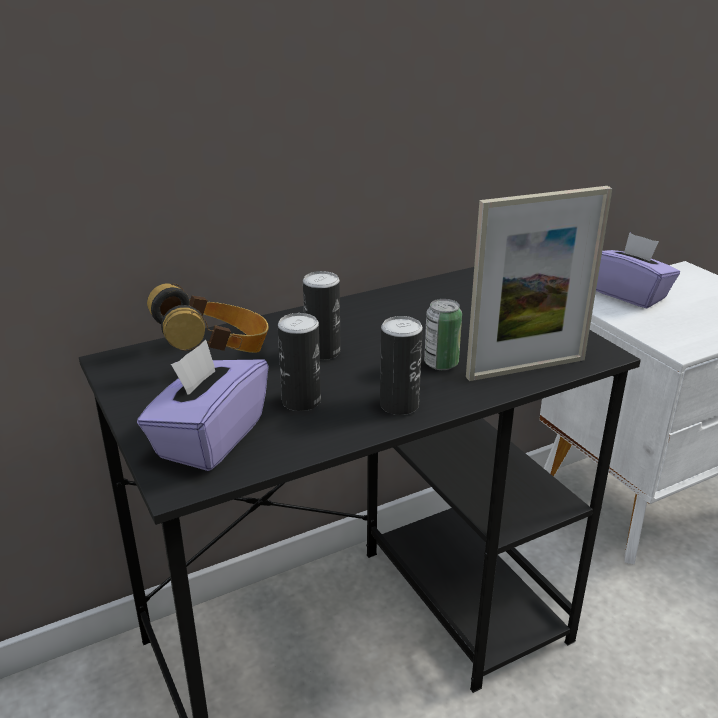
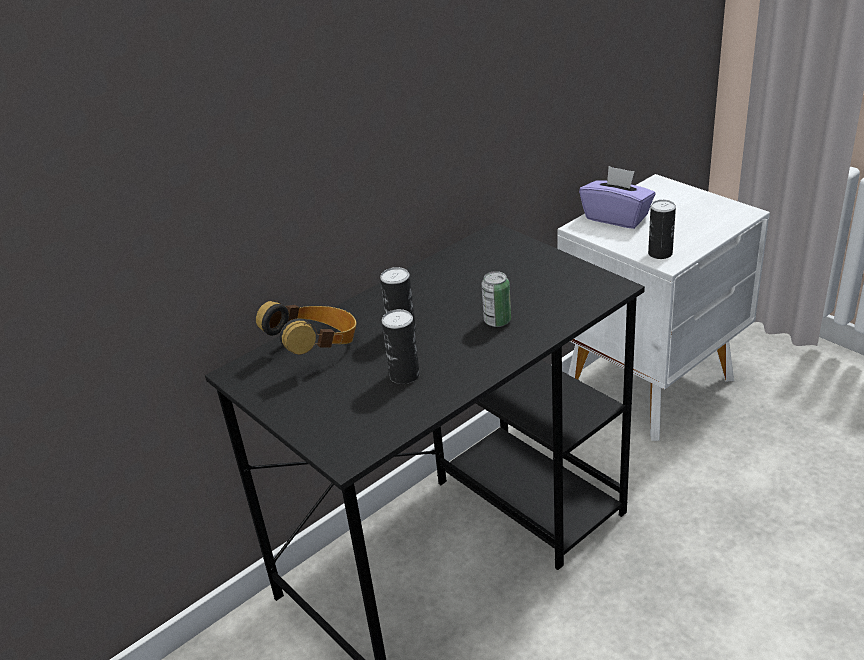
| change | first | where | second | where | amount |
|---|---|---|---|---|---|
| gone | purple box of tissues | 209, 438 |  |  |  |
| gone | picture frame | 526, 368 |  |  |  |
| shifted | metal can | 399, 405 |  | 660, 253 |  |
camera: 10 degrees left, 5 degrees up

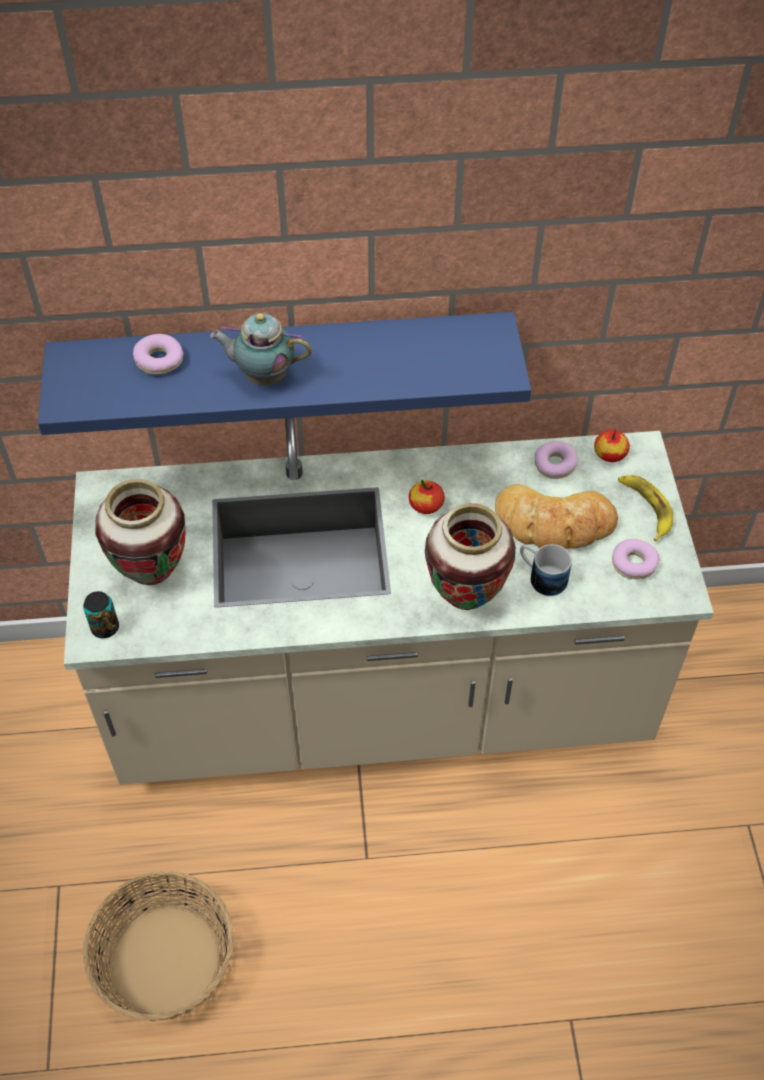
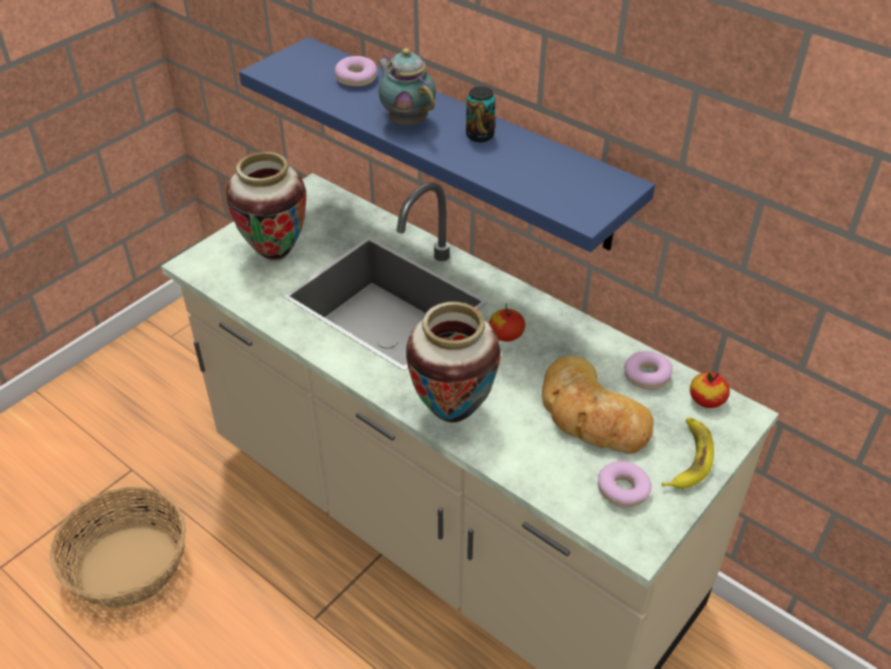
| change | first | where | second | where | amount |
|---|---|---|---|---|---|
| gone | coffee mug | 541, 577 |  |  |  |
| shifted | metal can | 105, 627 |  | 480, 135 |  |
camera: 45 degrees right, 10 degrees down

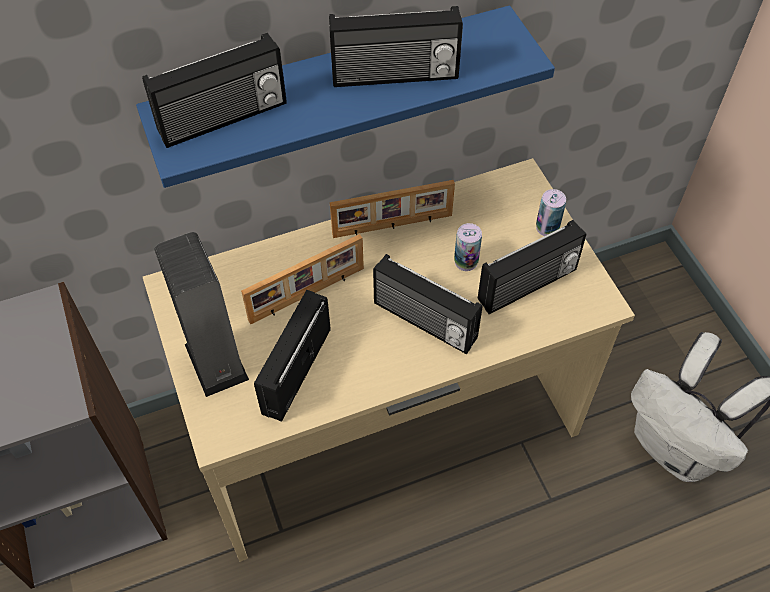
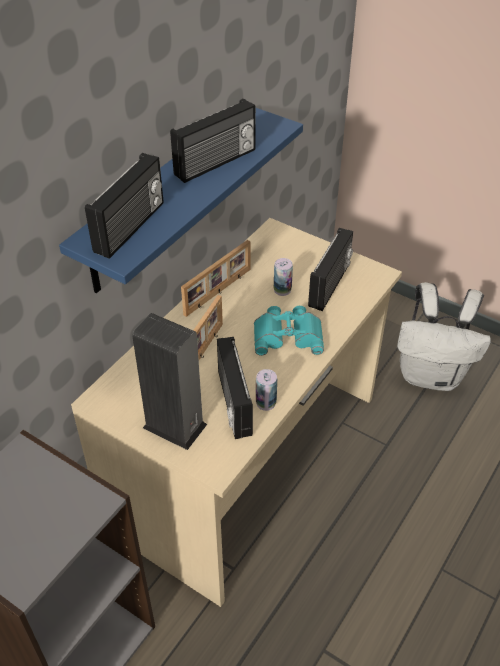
| change | first | where | second | where | amount |
|---|---|---|---|---|---|
| shifted | metal can | 547, 228 |  | 266, 403 |  |
| swapped | radio set | 423, 322 | blue-green pair of binoculars | 288, 335 |  |
camera: 35 degrees left, 10 degrees down

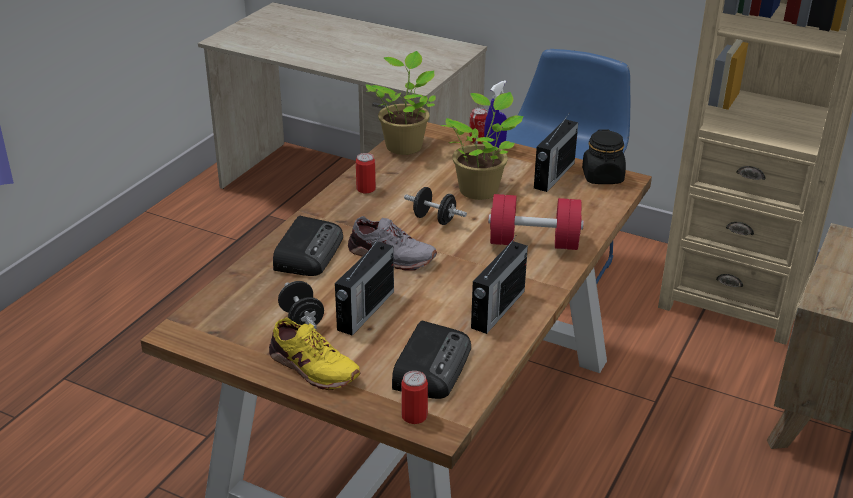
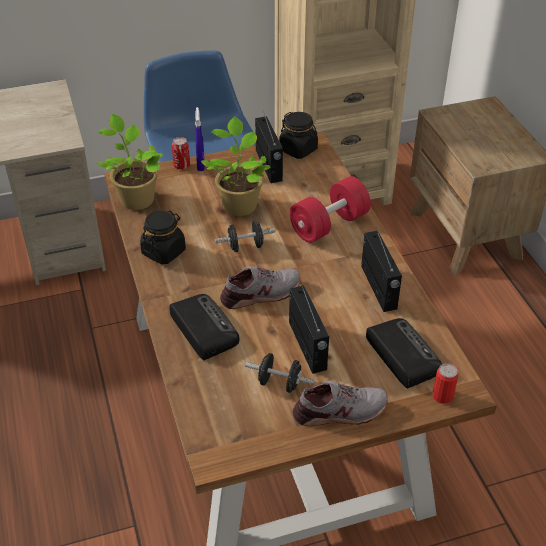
| change | first | where | second | where | amount |
|---|---|---|---|---|---|
| swapped | metal can | 366, 189 | black storage jar | 164, 251 |  |
| repainted | yellowish item of footwear | 312, 368 | greyish item of footwear | 340, 412 |  |
camera: 45 degrees left, 10 degrees up

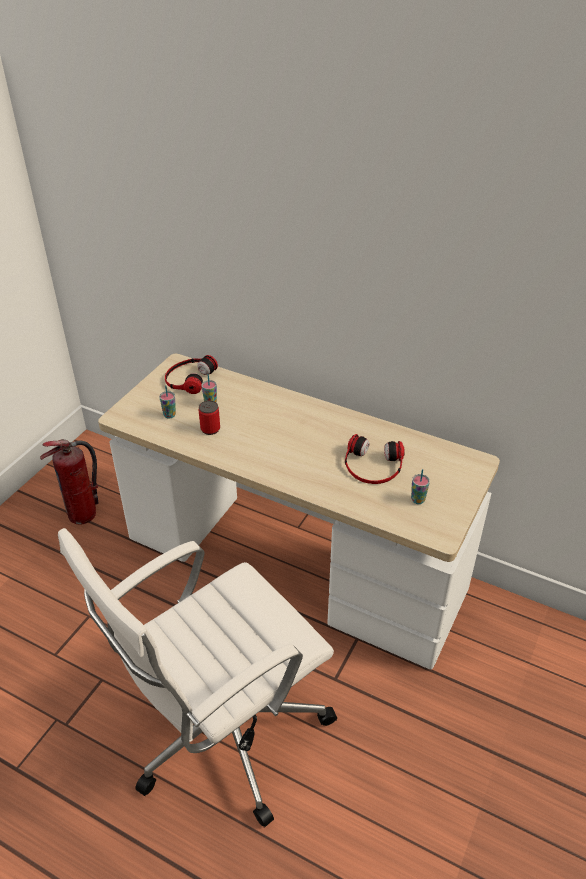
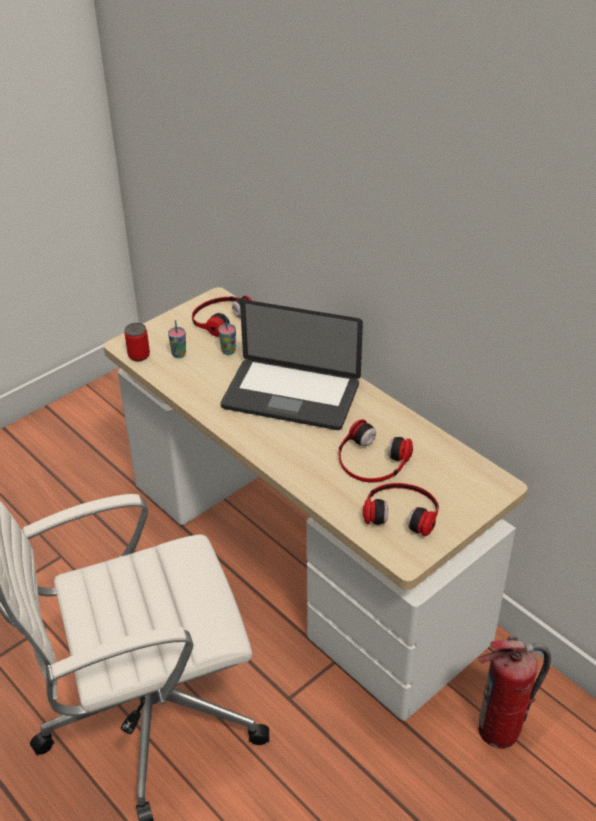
| change | first | where | second | where | amount |
|---|---|---|---|---|---|
| new |  |  | portable computer | 291, 396 |  |
| shifted | extinguisher | 83, 514 |  | 499, 731 |  |
| shifted | metal can | 210, 429 |  | 139, 355 |  |
| swapped | small cup | 417, 500 | headset | 401, 511 |  |
camera: 20 degrees right, 0 degrees up

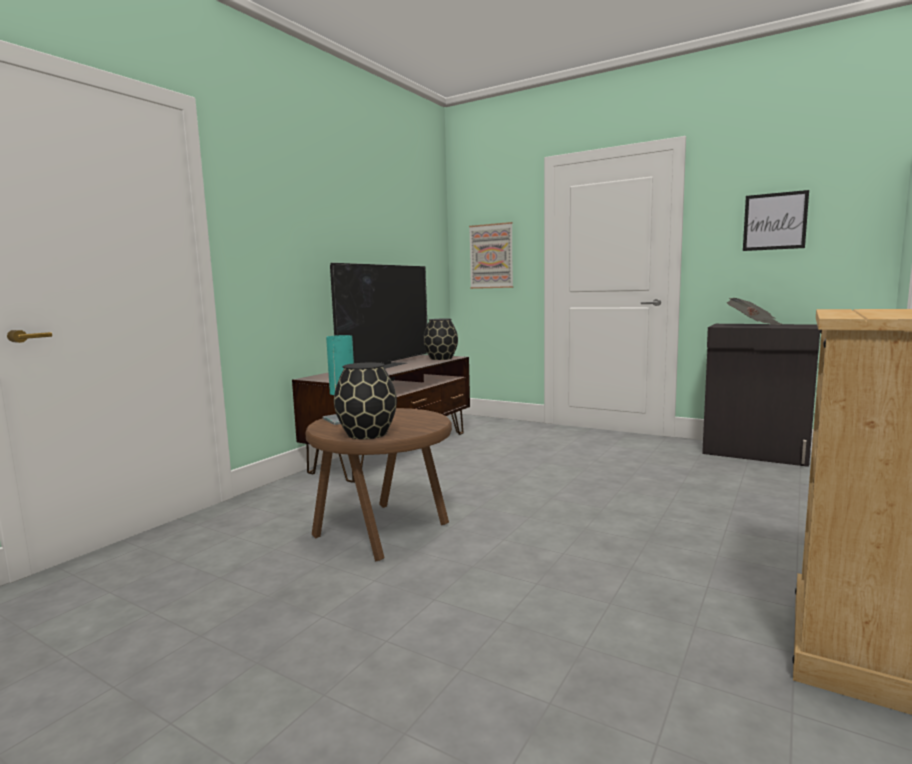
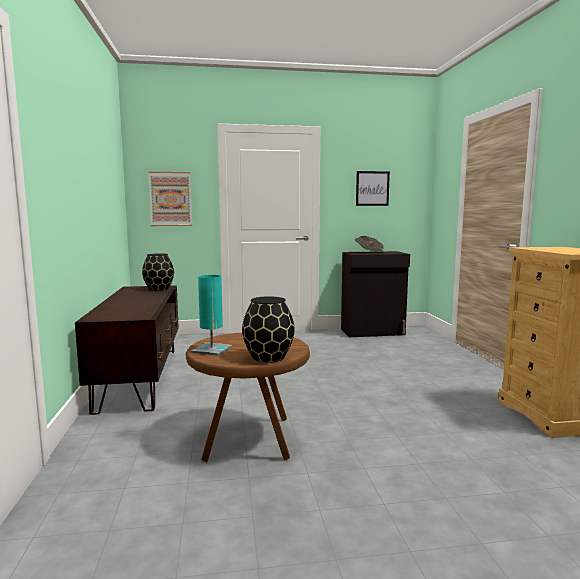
| change | first | where | second | where | amount |
|---|---|---|---|---|---|
| gone | TV set | 387, 365 |  |  |  |
camera: 40 degrees left, 0 degrees up

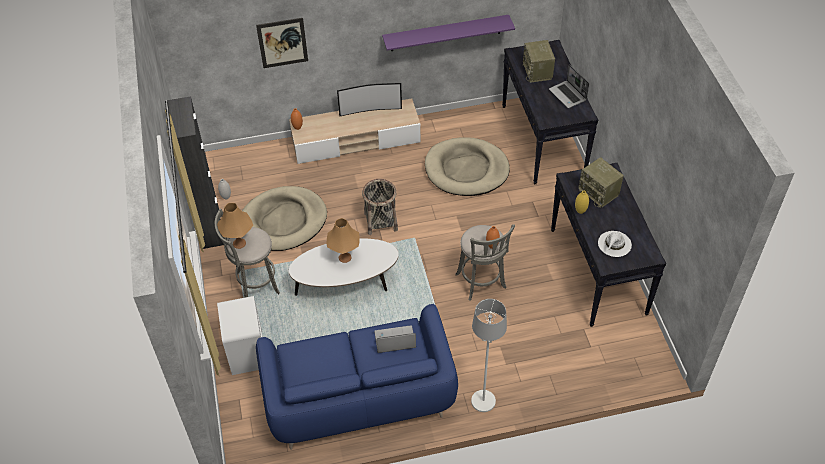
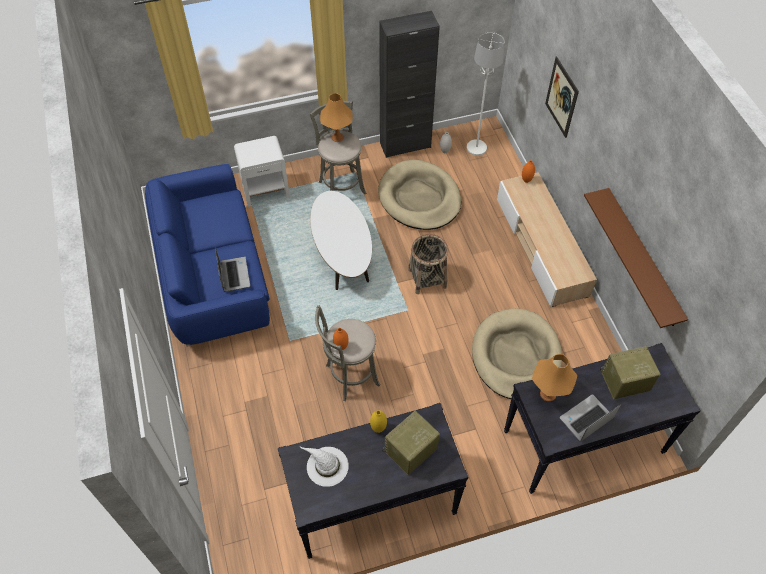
| change | first | where | second | where | amount |
|---|---|---|---|---|---|
| gone | TV set | 370, 110 |  |  |  |
| shifted | orangey lamp for a table | 345, 257 |  | 548, 394 |  |
| shifted | white-coloured standing lamp | 483, 401 |  | 476, 148 |  |
| repainted | purple shelf | 446, 33 | brownish shelf | 642, 258 |  |
camera: 85 degrees right, 5 degrees up

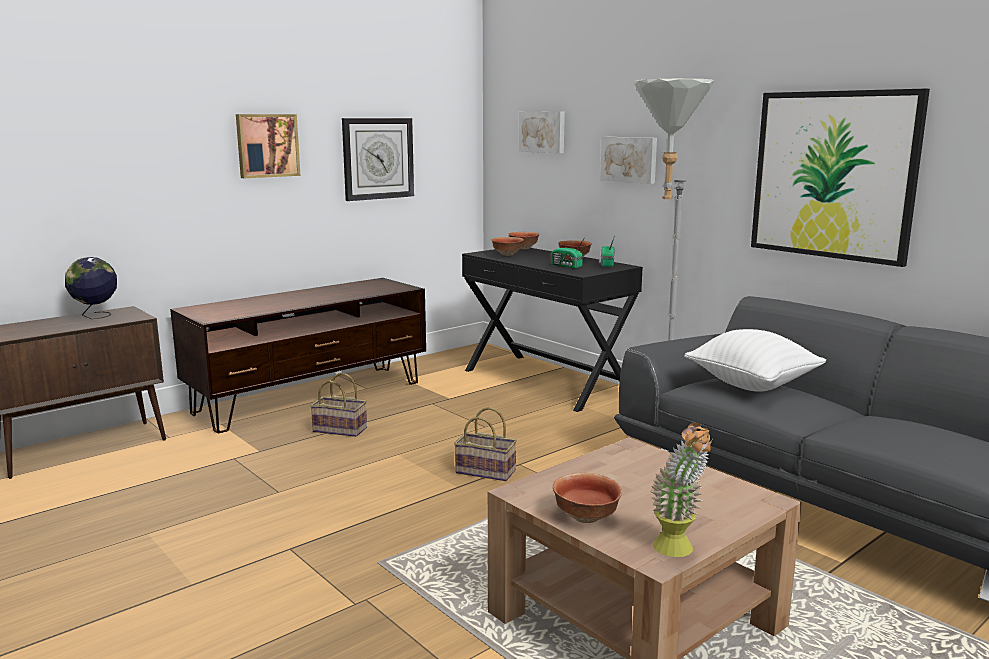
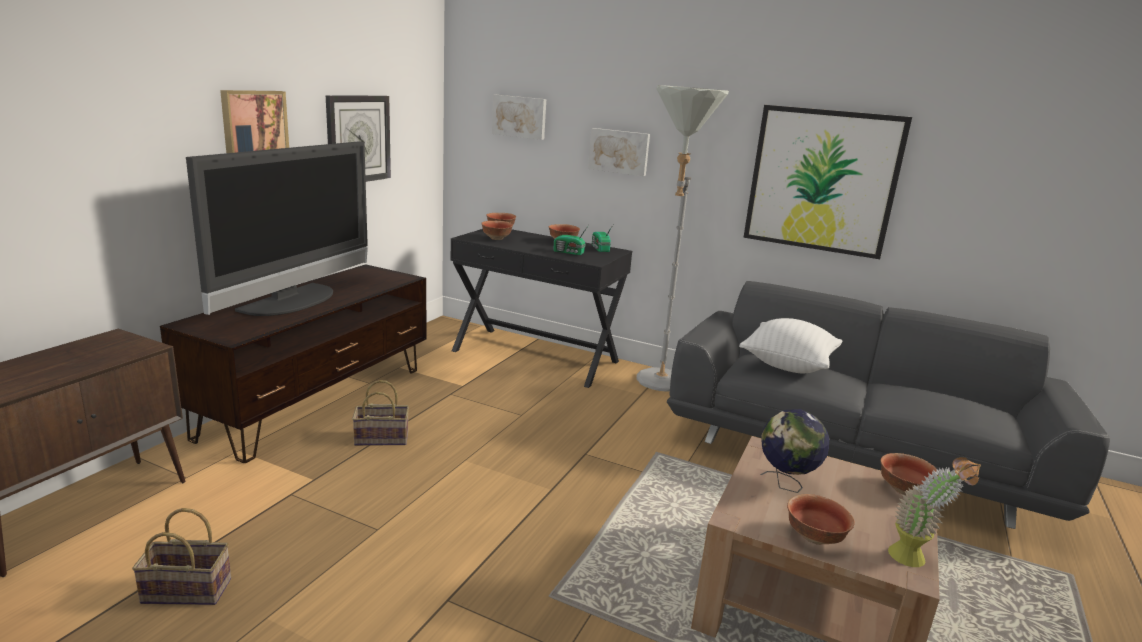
| change | first | where | second | where | amount |
|---|---|---|---|---|---|
| new |  |  | TV set | 293, 301 |  |
| new |  |  | deep dish | 905, 490 |  |
| shifted | world globe | 95, 316 |  | 786, 485 |  |
| shifted | household basket | 487, 471 |  | 189, 589 |  |
camera: 25 degrees left, 5 degrees up

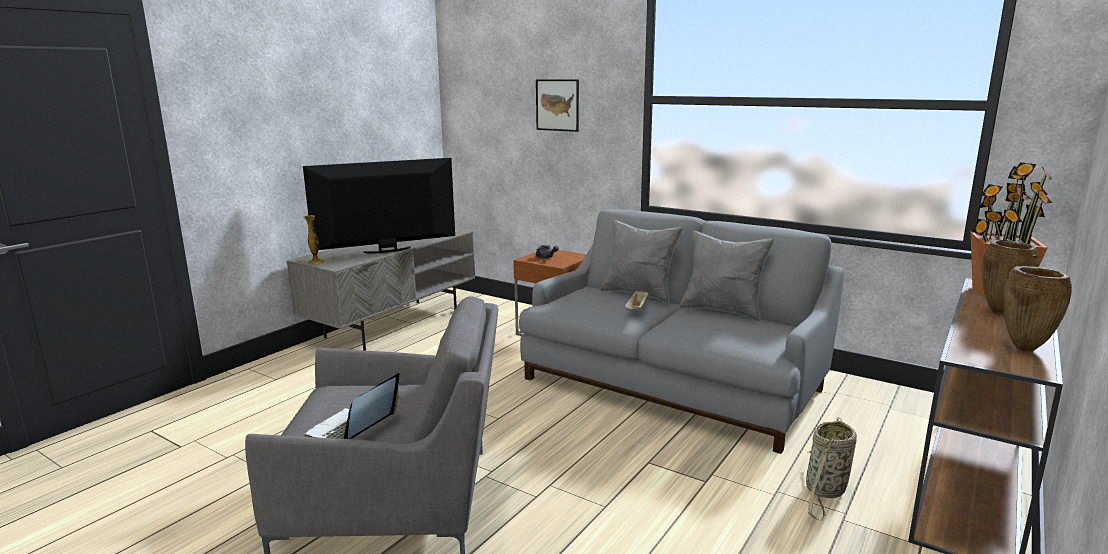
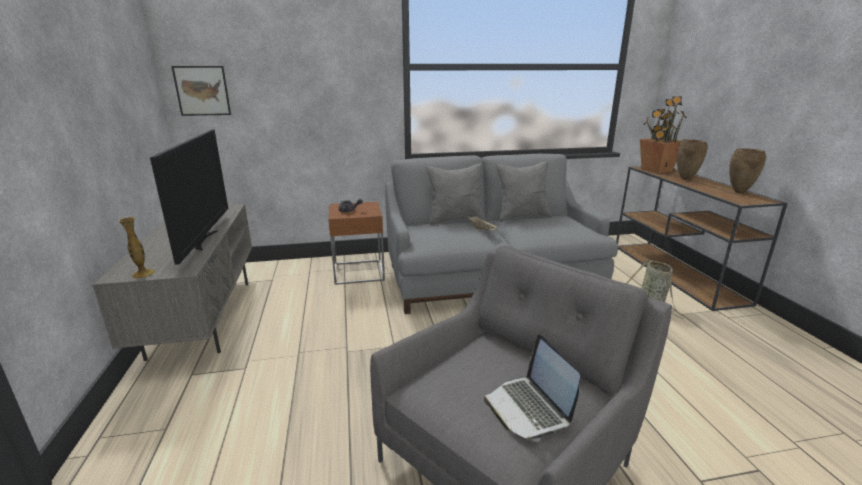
| change | first | where | second | where | amount |
|---|---|---|---|---|---|
| shifted | wall art | 557, 105 |  | 202, 91 |  |
| rotated | TV set | 387, 251 |  | 204, 240 | 150 degrees clockwise |
camera: 45 degrees left, 5 degrees up

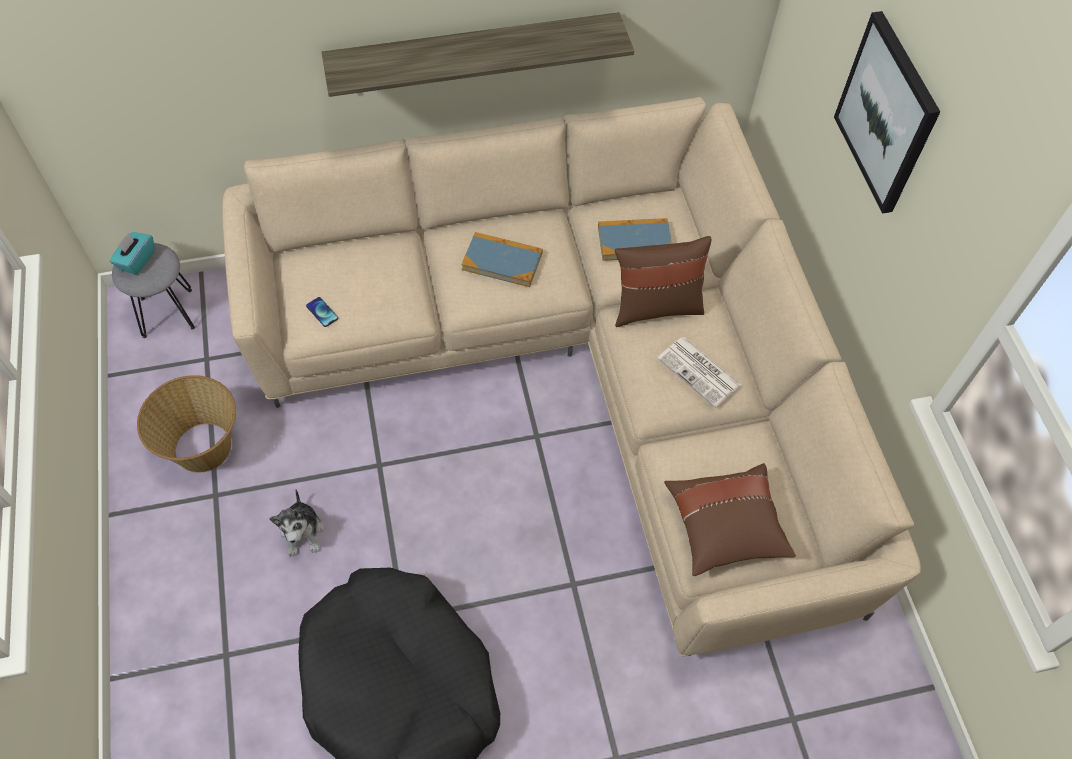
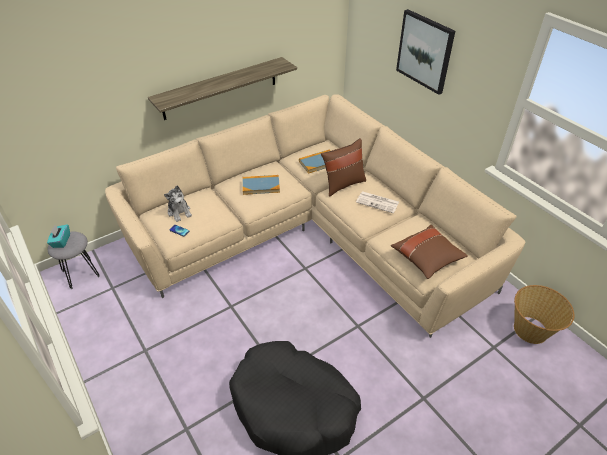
| change | first | where | second | where | amount |
|---|---|---|---|---|---|
| shifted | household basket | 204, 448 |  | 531, 330 |  |
| shifted | plush toy | 303, 532 |  | 179, 212 |  |
camera: 20 degrees left, 15 degrees down

